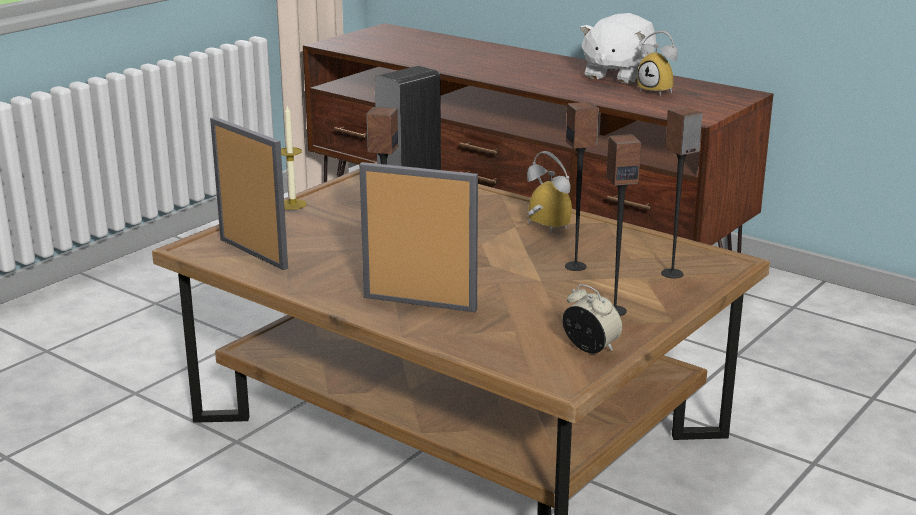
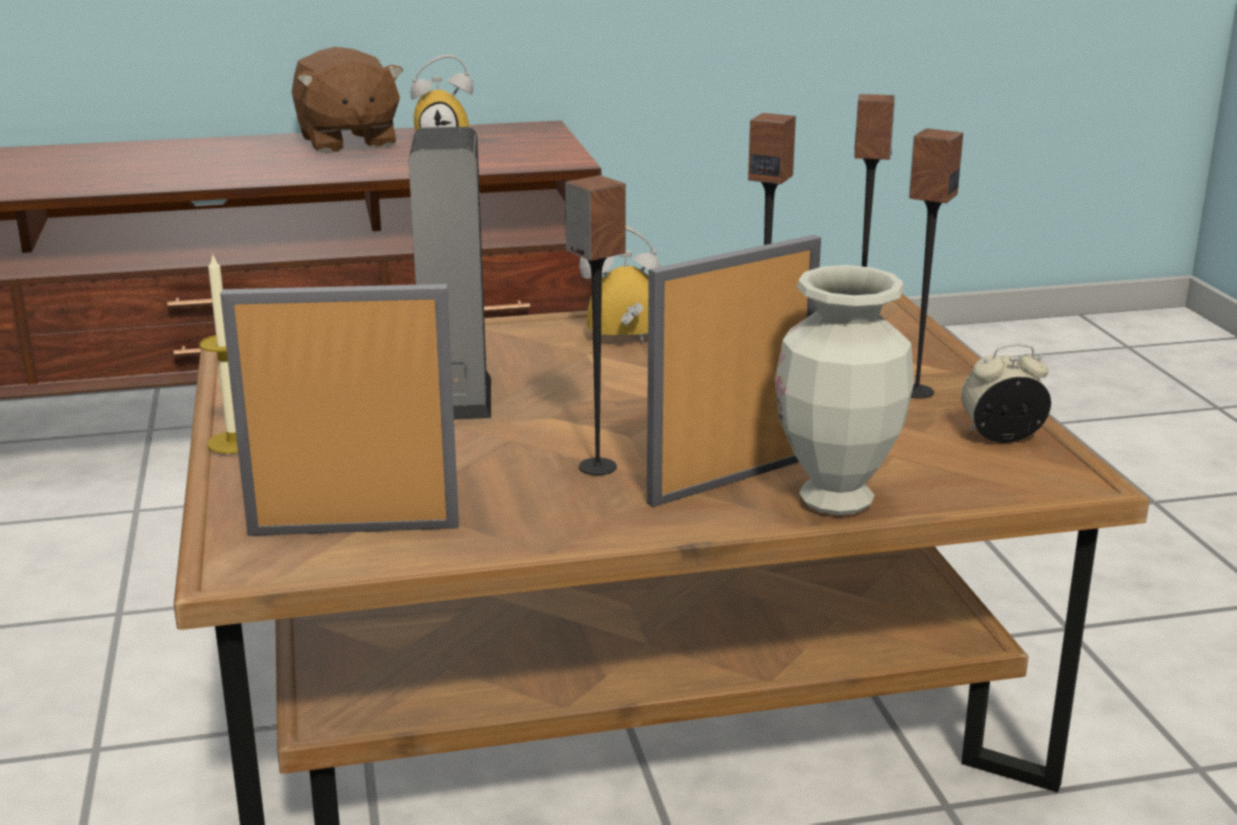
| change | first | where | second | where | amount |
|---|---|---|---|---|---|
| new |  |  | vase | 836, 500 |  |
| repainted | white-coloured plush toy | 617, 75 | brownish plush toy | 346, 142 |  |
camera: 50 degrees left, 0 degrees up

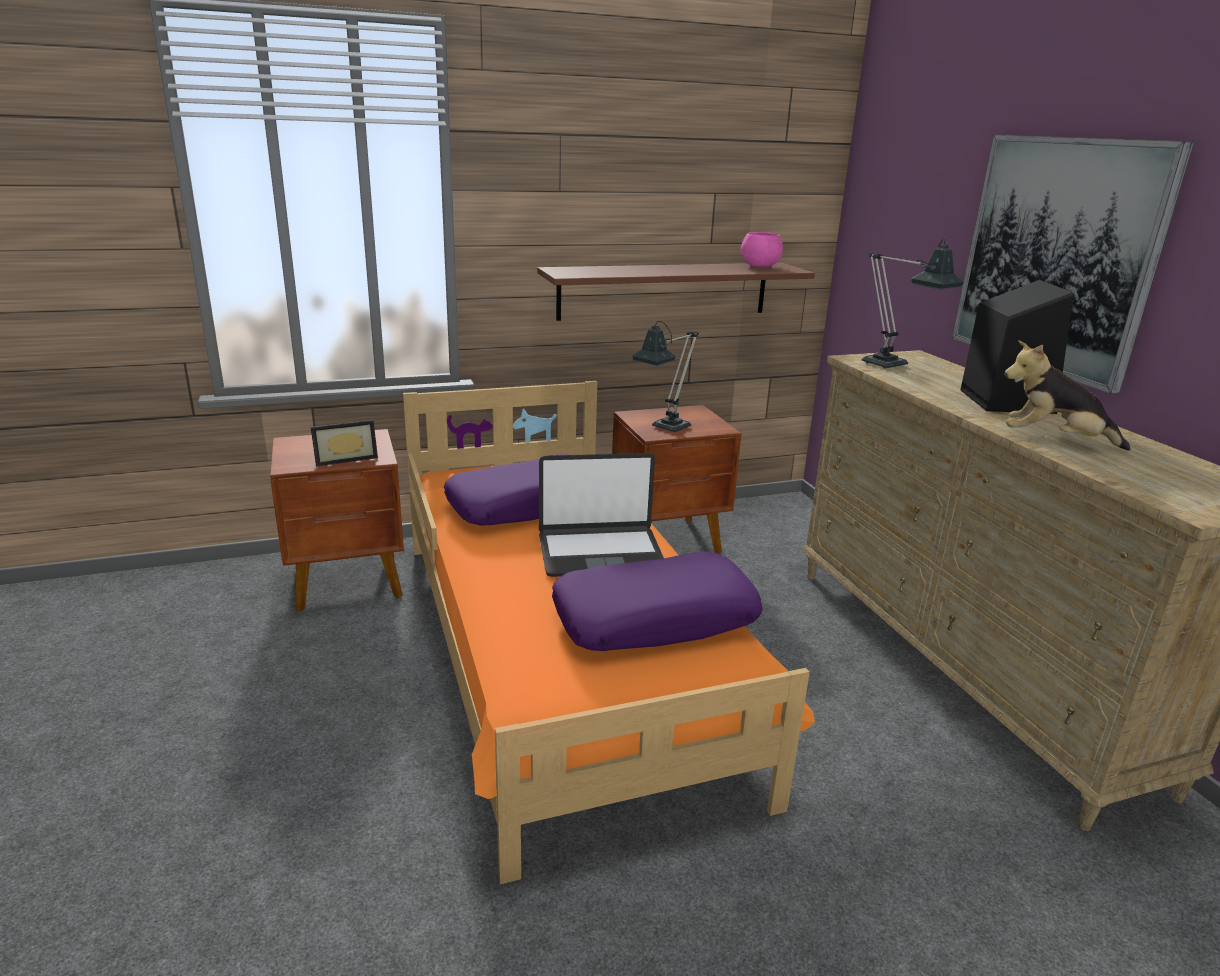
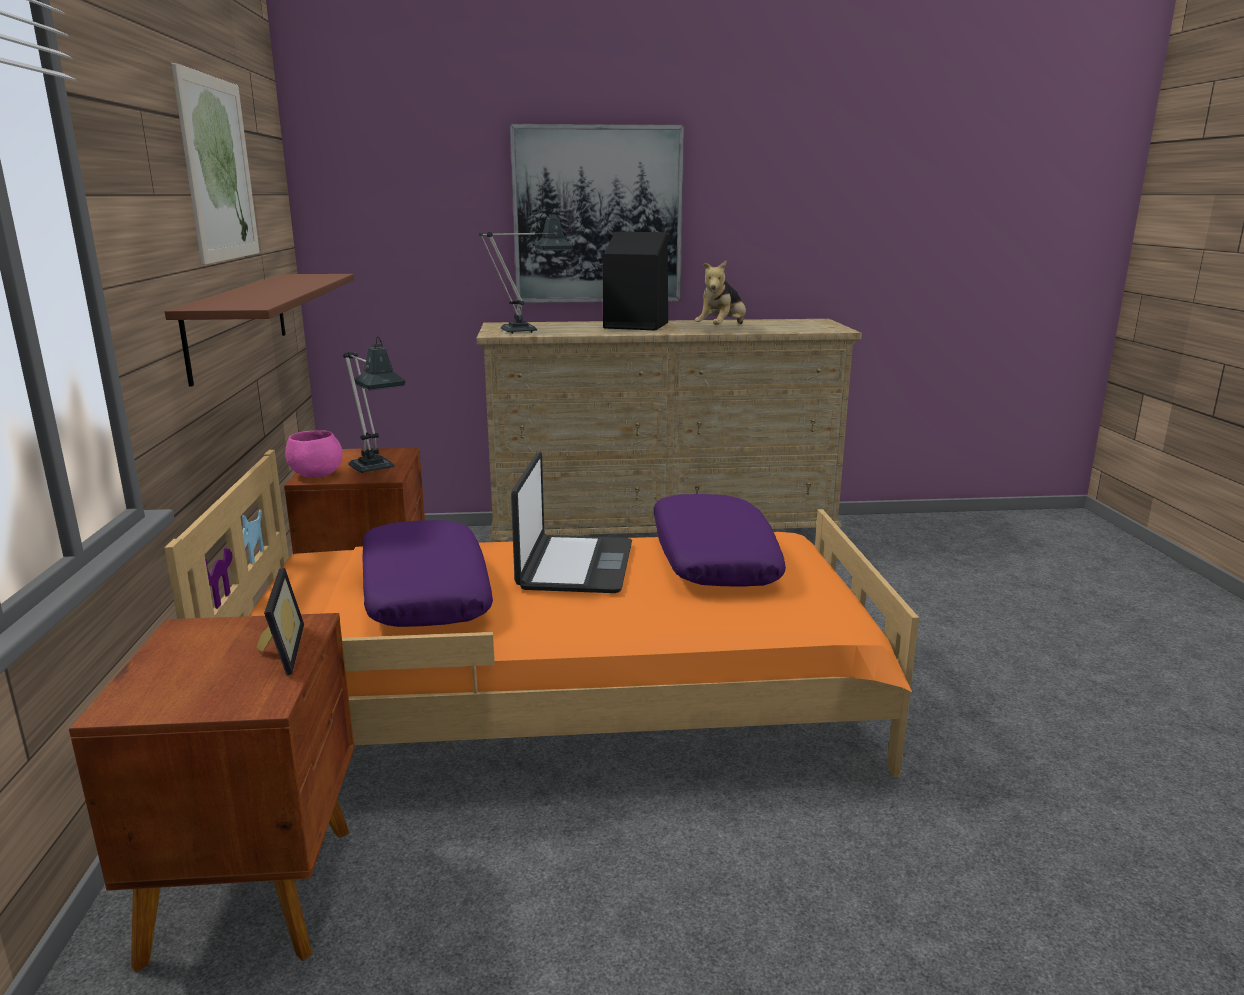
| change | first | where | second | where | amount |
|---|---|---|---|---|---|
| new |  |  | wall art | 218, 169 |  |
| shifted | pinkish deep dish | 760, 266 |  | 317, 475 |  |
camera: 75 degrees left, 5 degrees down

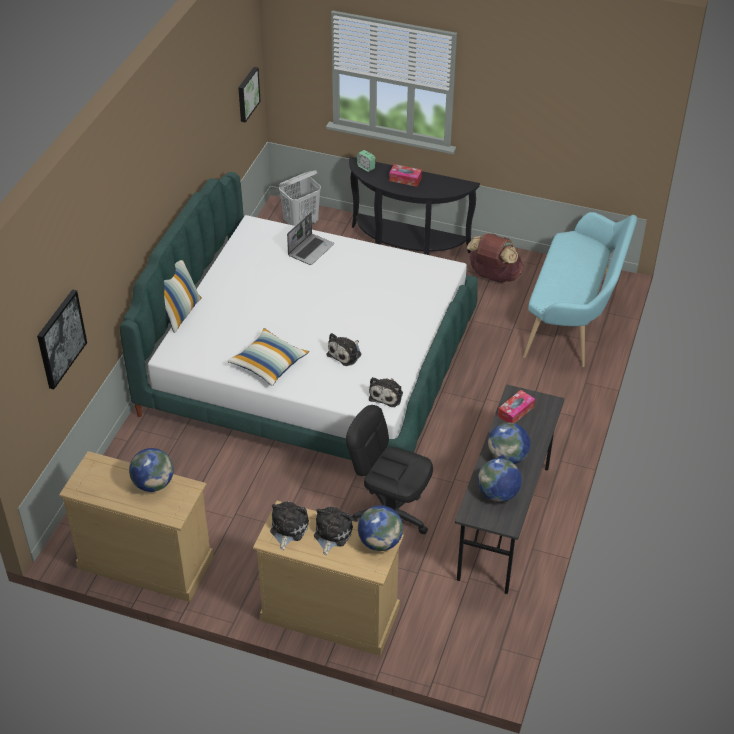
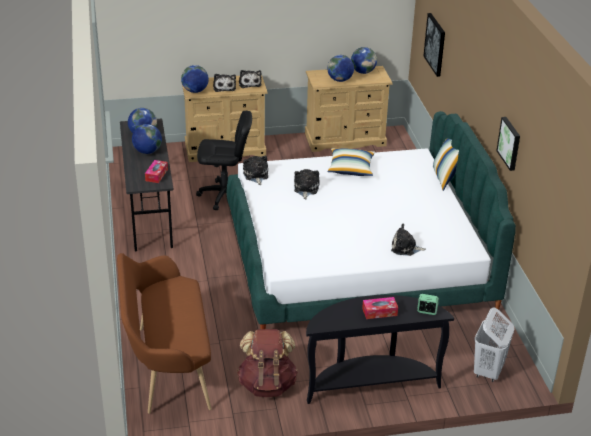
| change | first | where | second | where | amount |
|---|---|---|---|---|---|
| new |  |  | world globe | 363, 72 |  |
| shifted | wall art | 247, 94 |  | 510, 143 |  |
| swapped | portable computer | 311, 250 | plush toy | 405, 248 |  |
| repainted | blue-green indoor bench | 574, 322 | brownish indoor bench | 167, 366 |  |
camera: 150 degrees right, 10 degrees down

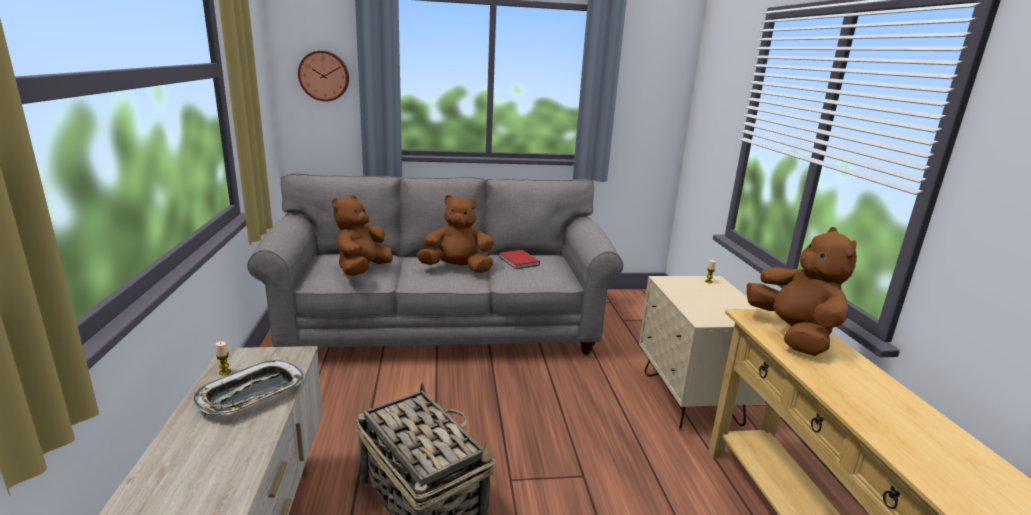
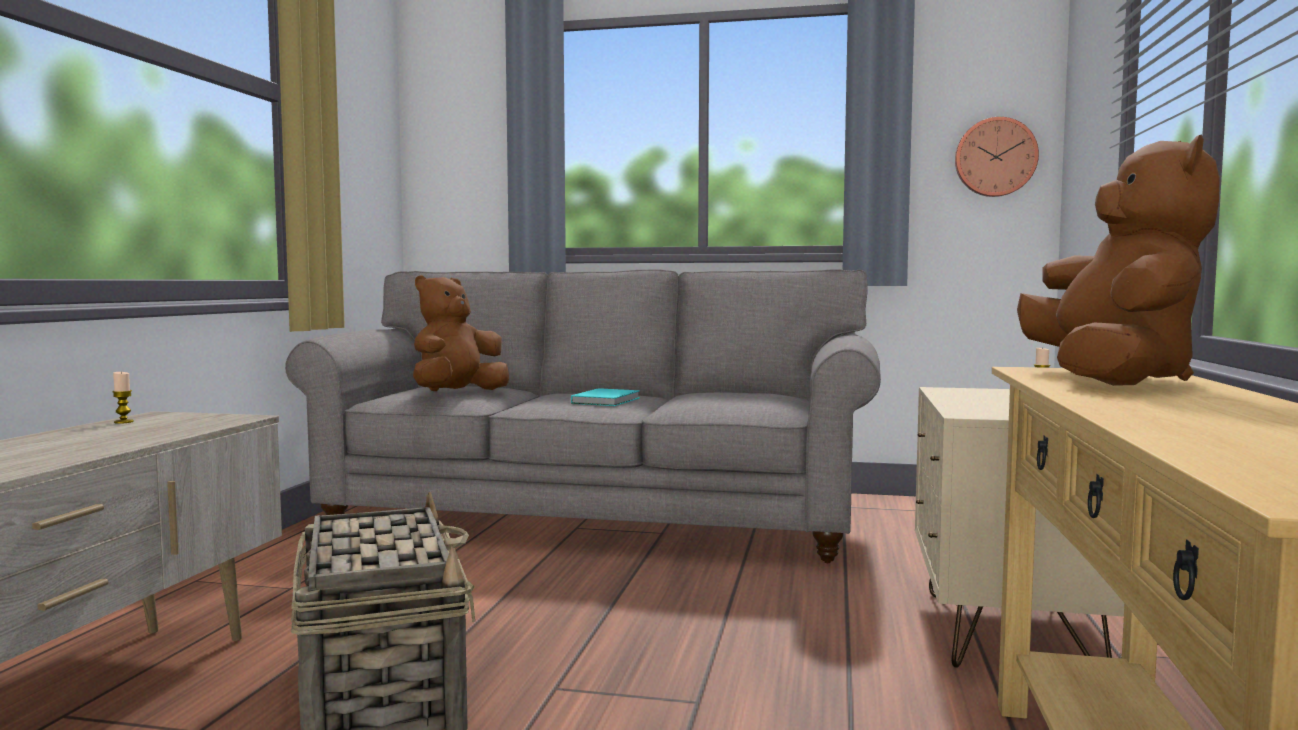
| change | first | where | second | where | amount |
|---|---|---|---|---|---|
| gone | carrying tray | 252, 394 |  |  |  |
| gone | red book | 518, 261 |  |  |  |
| shifted | clock on the wall | 324, 76 |  | 995, 157 |  |
| swapped | brownish plush toy | 457, 269 | blue-green book | 607, 400 |  |
camera: 20 degrees right, 15 degrees down

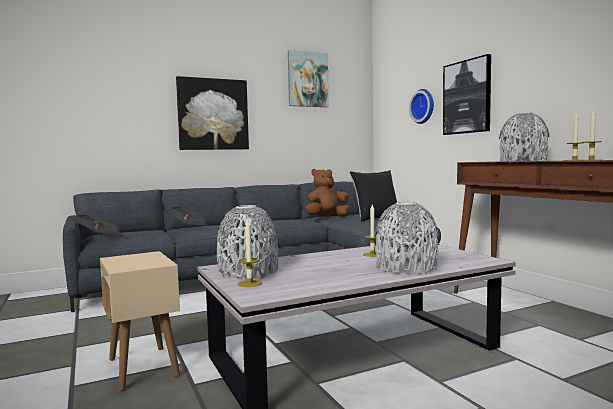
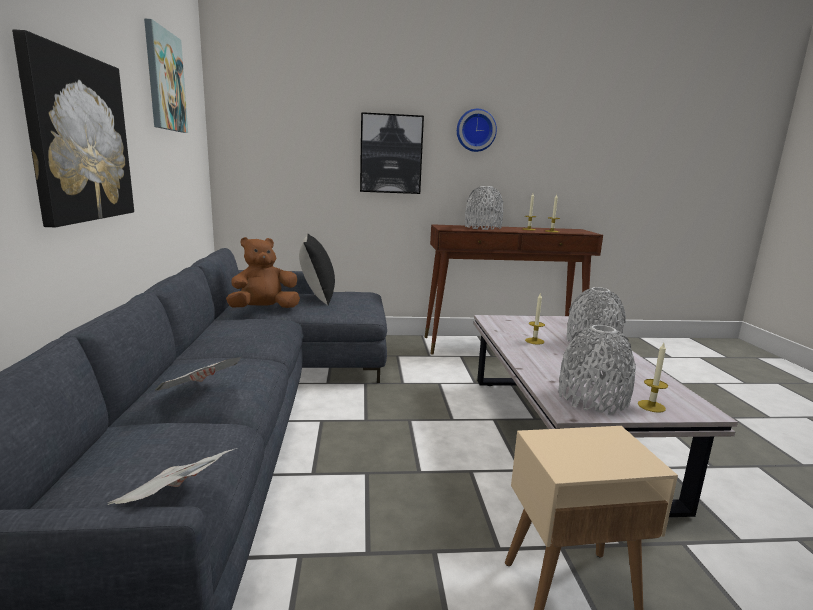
| change | first | where | second | where | amount |
|---|---|---|---|---|---|
| shifted | clock on the wall | 424, 106 |  | 475, 130 |  |
| rotated | brownish plush toy | 327, 218 |  | 264, 309 | 60 degrees clockwise |
camera: 70 degrees left, 10 degrees up

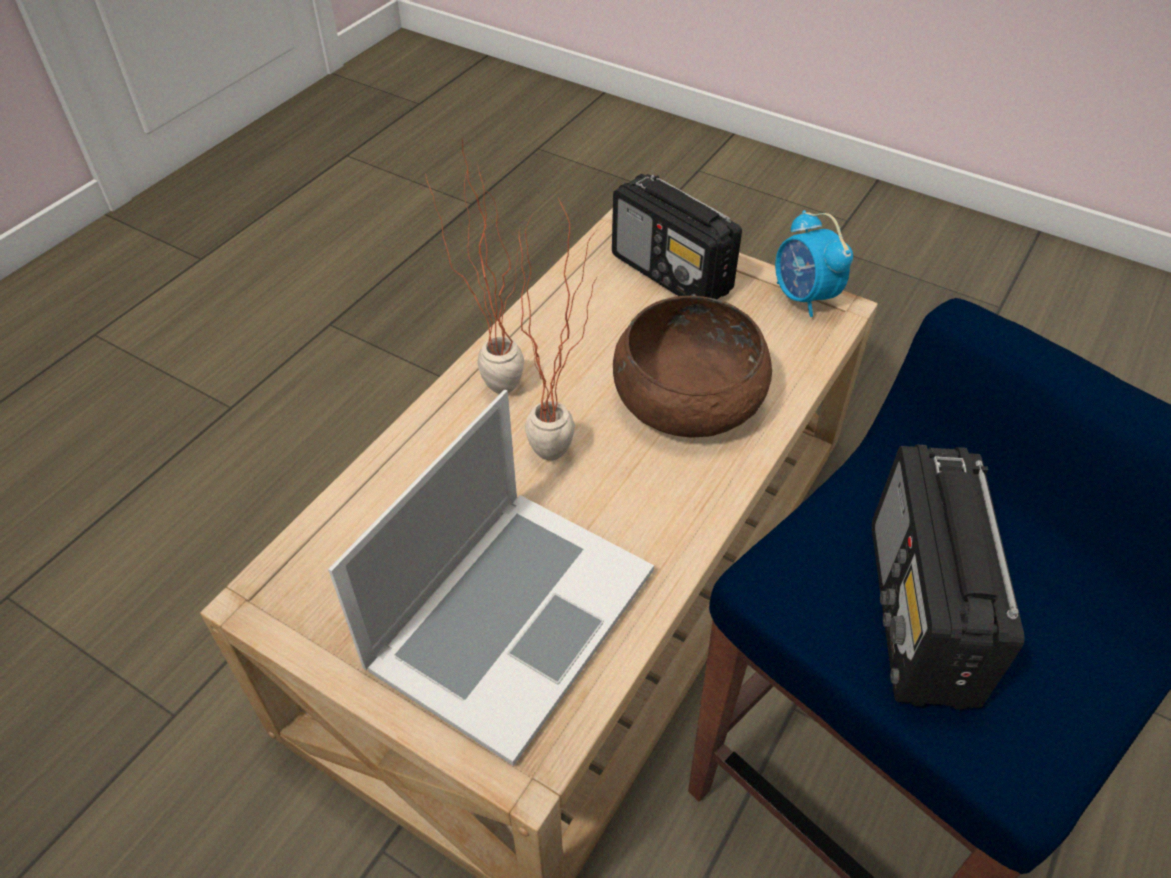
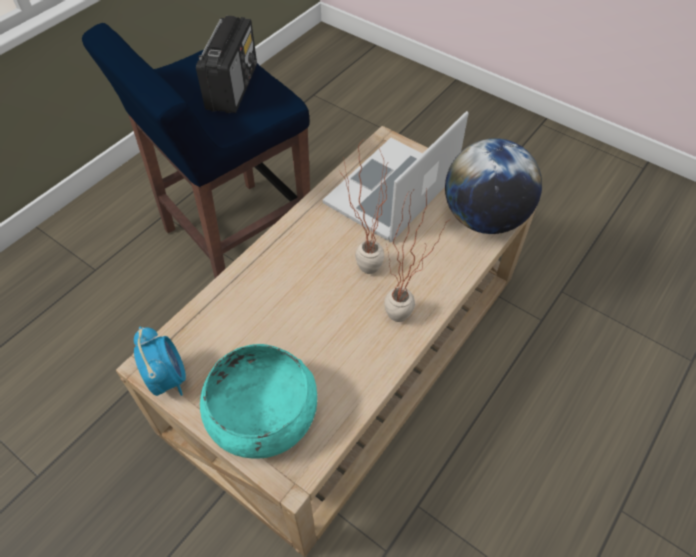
| change | first | where | second | where | amount |
|---|---|---|---|---|---|
| gone | brownish deep dish | 688, 396 |  |  |  |
| new |  |  | world globe | 484, 218 |  |
| swapped | radio set | 672, 274 | blue-green deep dish | 262, 412 |  |
camera: 175 degrees left, 5 degrees up

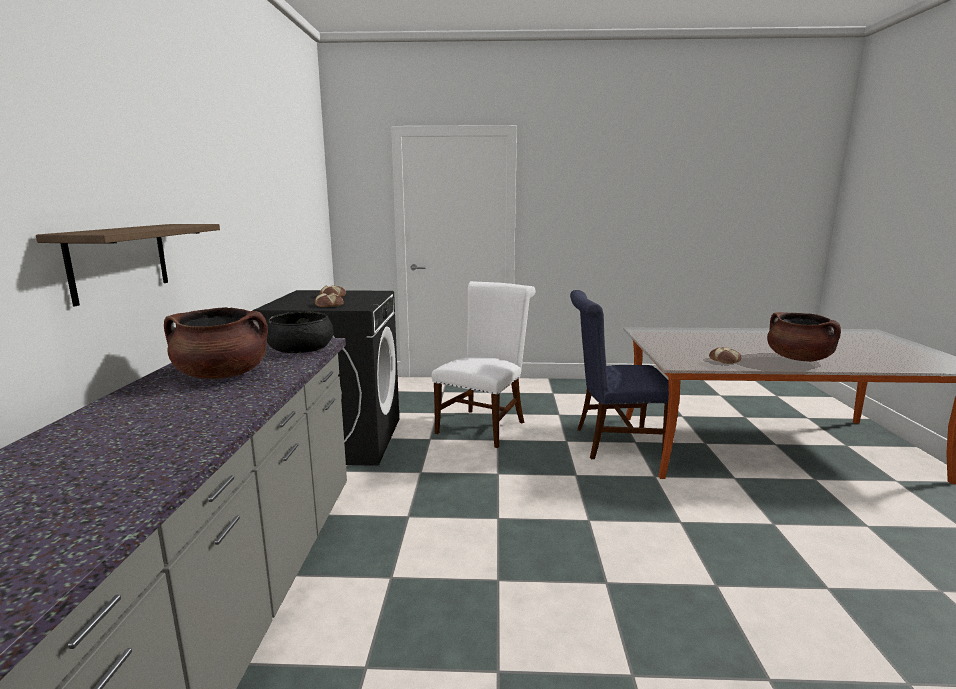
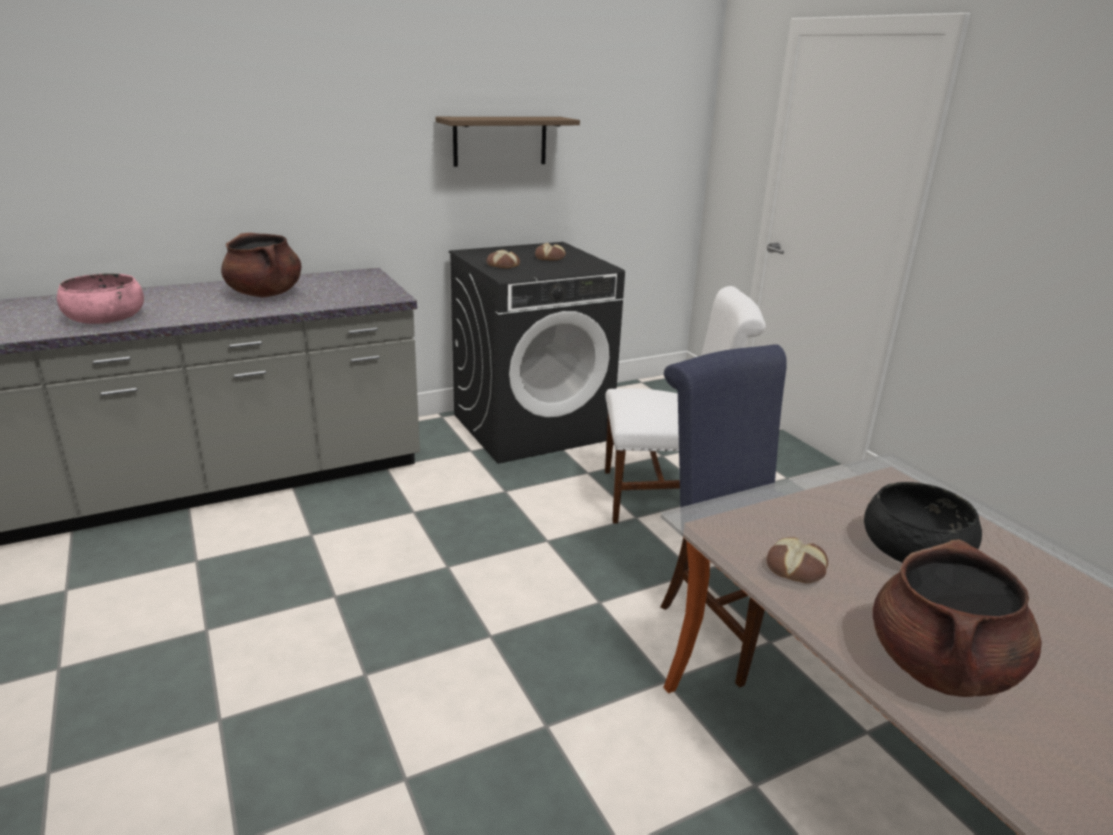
| change | first | where | second | where | amount |
|---|---|---|---|---|---|
| new |  |  | pinkish deep dish | 105, 317 |  |
| shifted | shelf | 119, 261 |  | 500, 141 |  |
| shifted | black deep dish | 301, 348 |  | 915, 549 |  |
camera: 60 degrees right, 10 degrees up

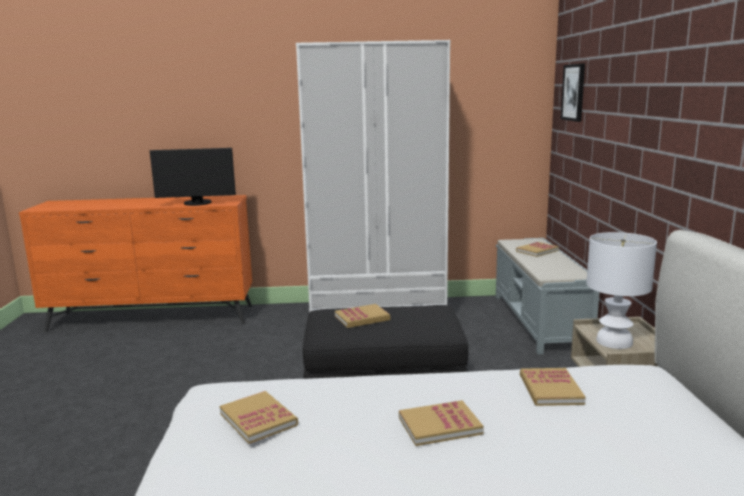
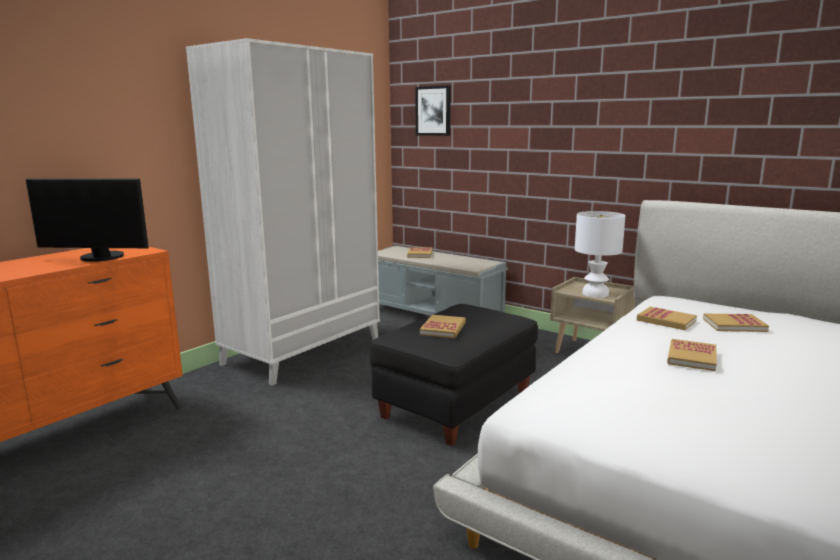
| change | first | where | second | where | amount |
|---|---|---|---|---|---|
| shifted | book | 258, 419 |  | 734, 325 |  |
| rotated | computer screen | 197, 203 |  | 99, 258 | 60 degrees clockwise |
camera: 50 degrees left, 0 degrees up

